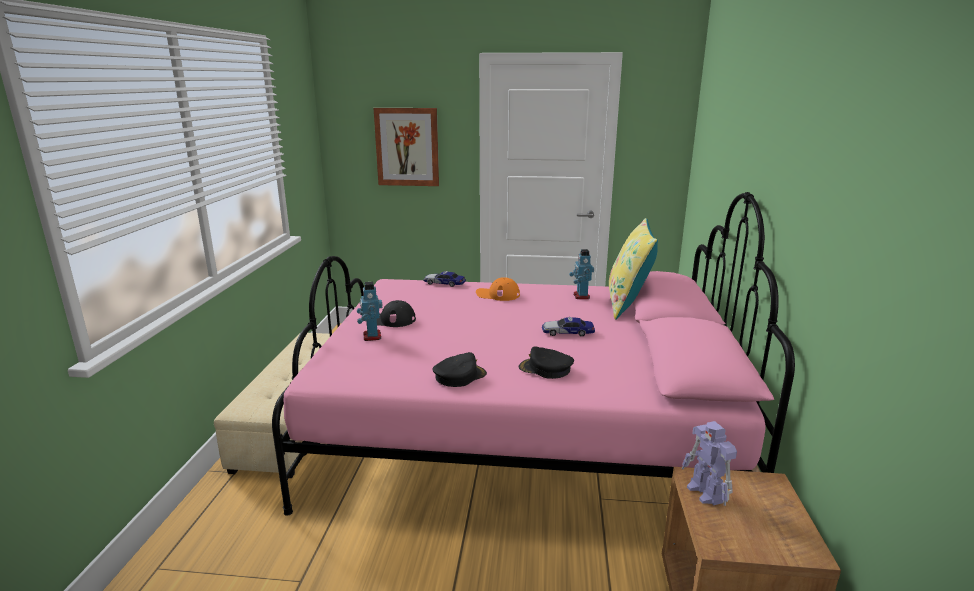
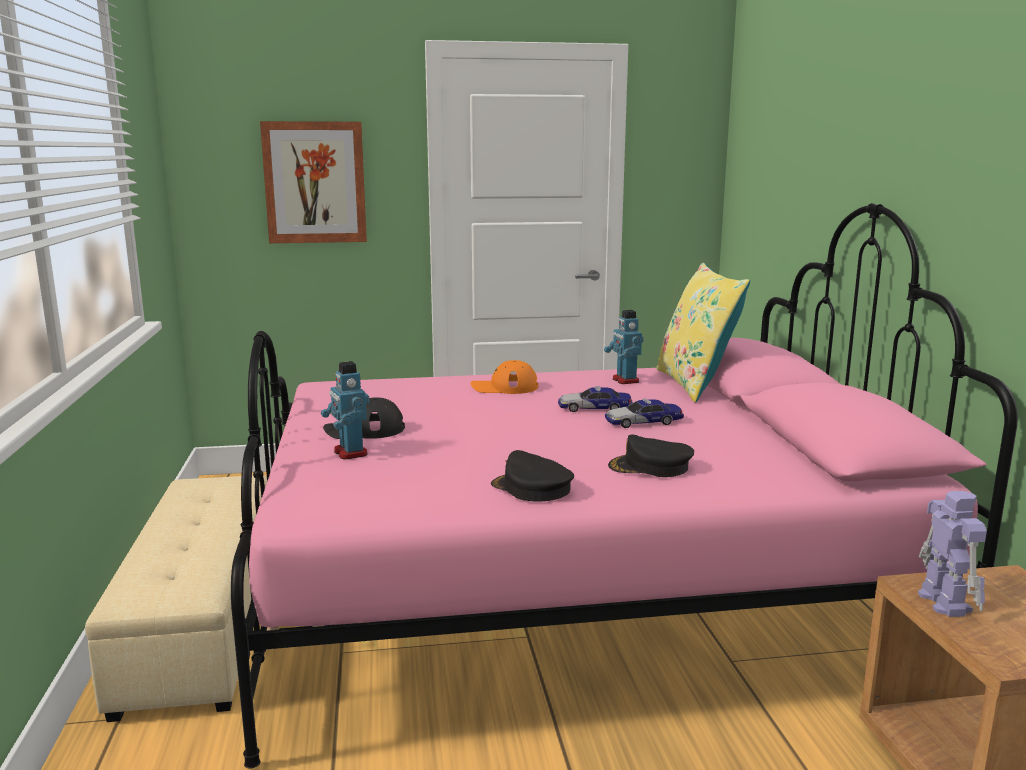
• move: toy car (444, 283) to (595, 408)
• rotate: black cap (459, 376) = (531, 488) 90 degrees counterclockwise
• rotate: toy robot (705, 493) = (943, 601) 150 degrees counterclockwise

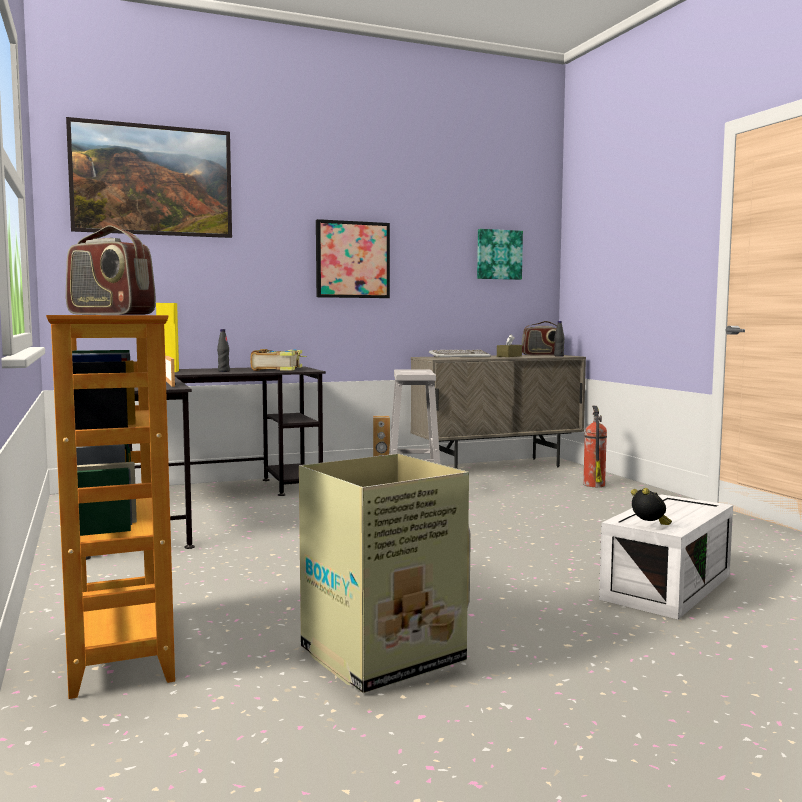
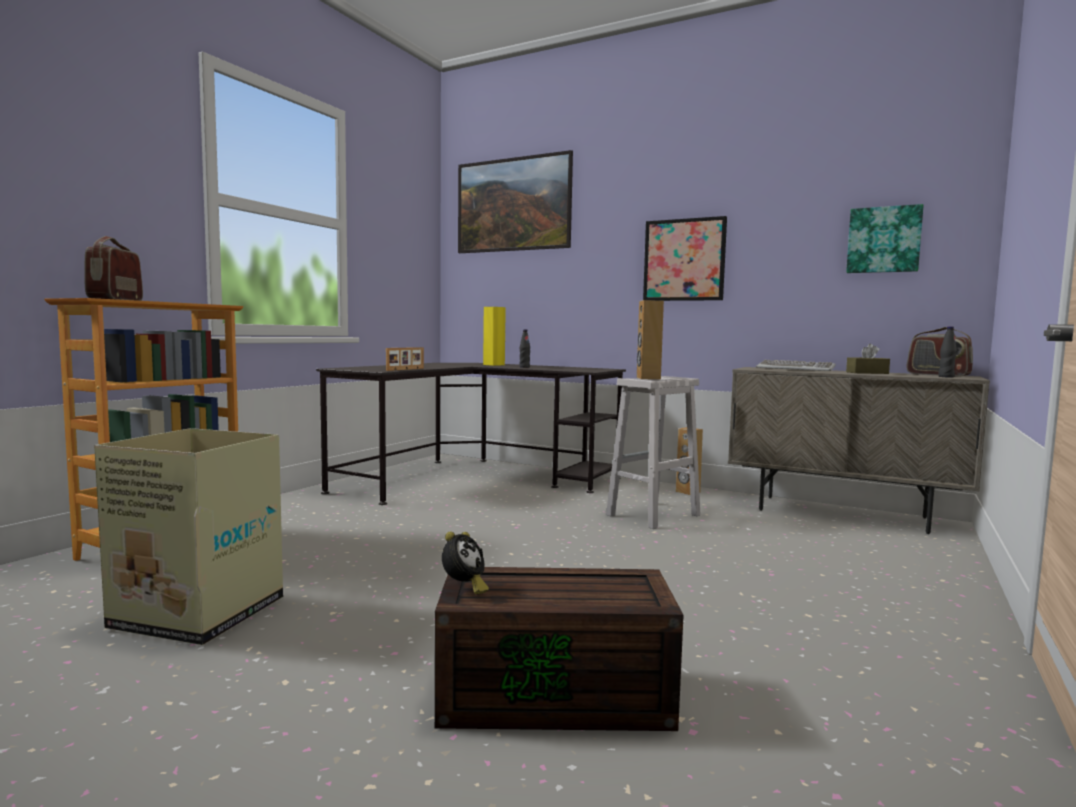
• delete: book (278, 369)
• delete: fire extinguisher (593, 484)
• recolor: white storage box (665, 586) to brown storage box (557, 693)
• insert: brown speaker (648, 378)

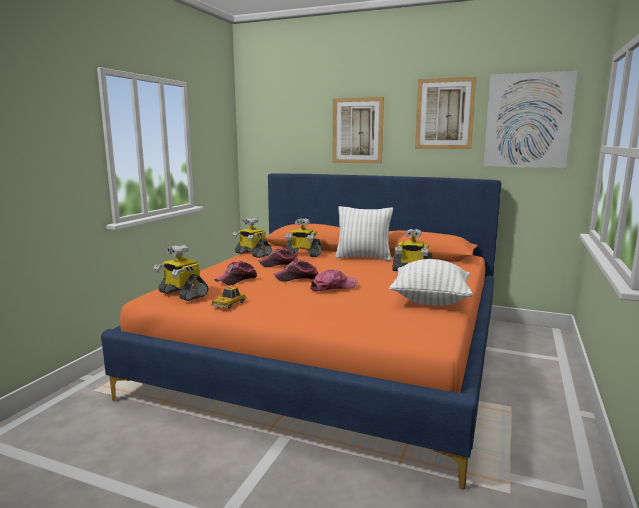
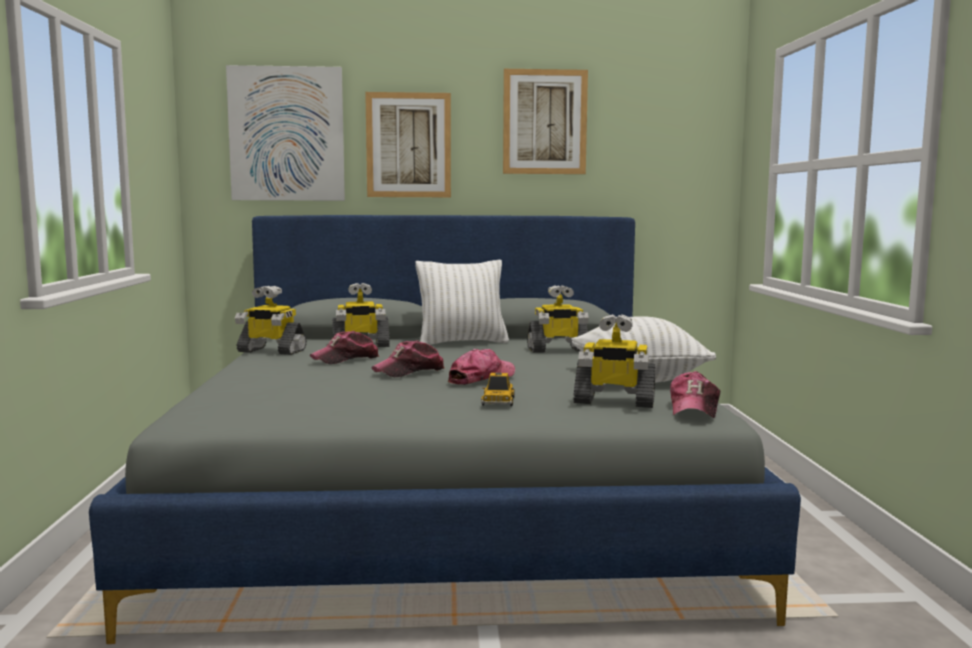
• recolor: orange bed (333, 354) to grey bed (449, 501)
• move: toy robot (182, 294) to (613, 401)
• move: toy car (229, 304) to (498, 401)
• move: cap (237, 280) to (694, 408)
• move: picture (527, 121) to (286, 134)

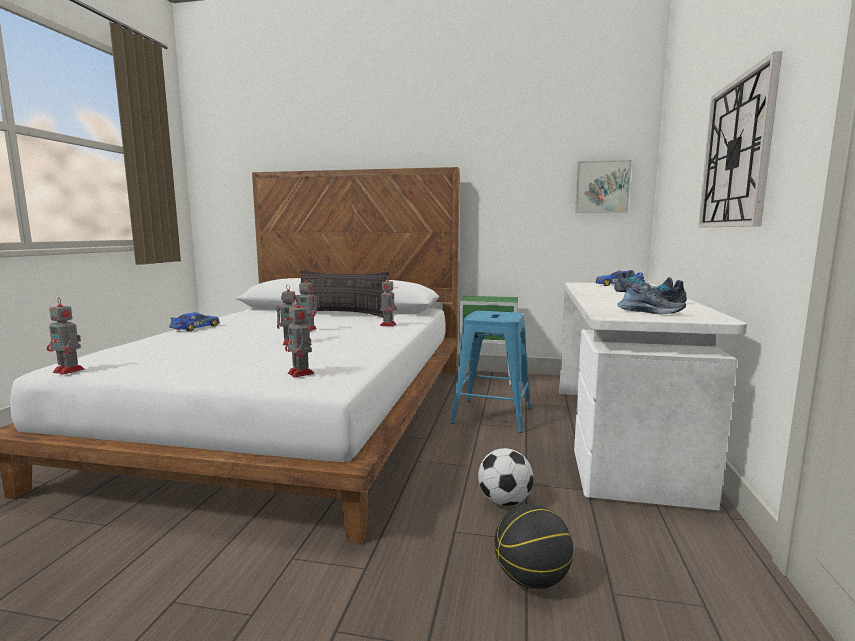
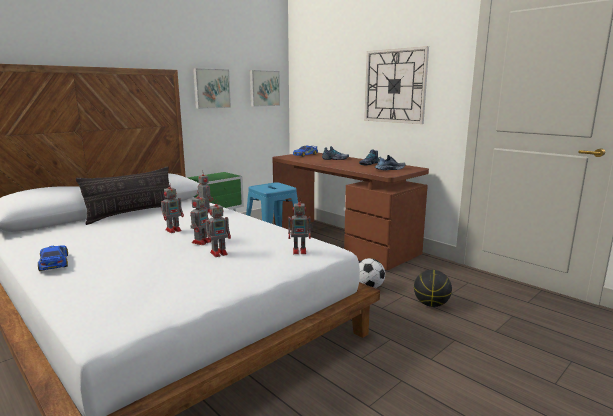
• move: toy robot (69, 371) to (219, 253)
• recolor: white desk (620, 436) to brown desk (342, 242)
• insert: picture (211, 88)

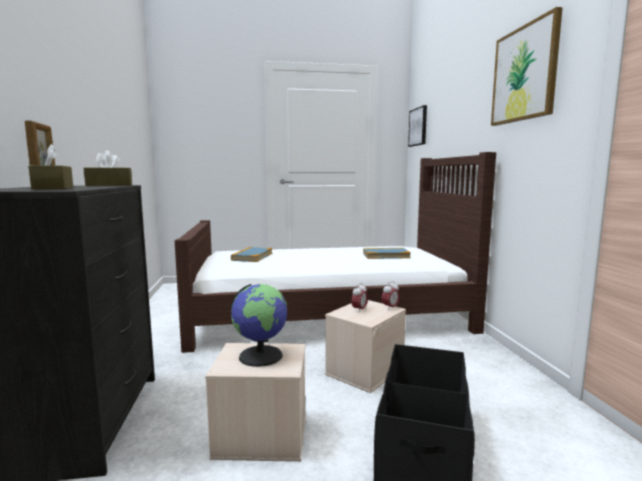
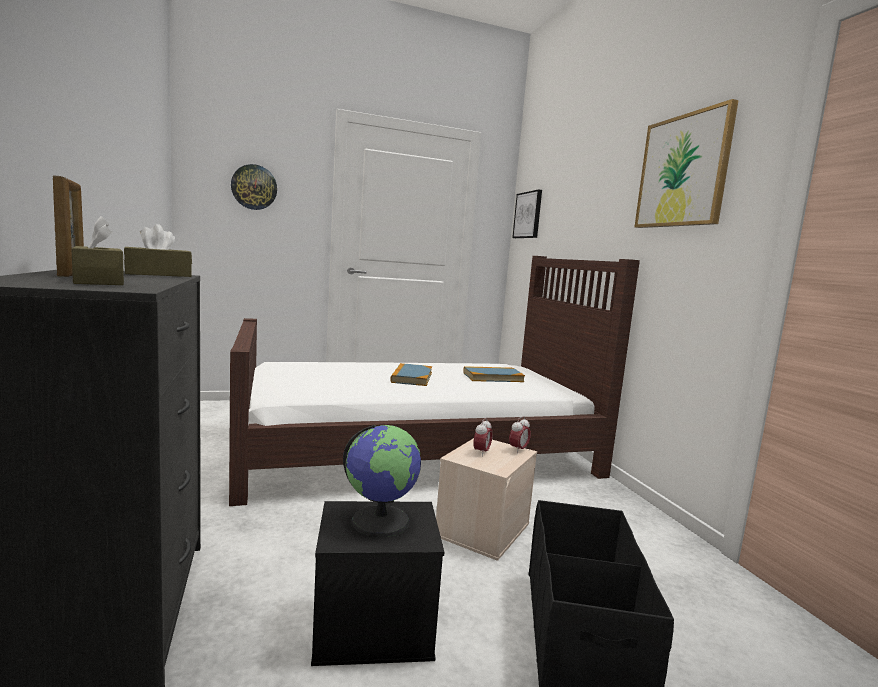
• recolor: beige storage box (260, 436) to black storage box (371, 628)
• move: book (252, 256) to (411, 377)
• insert: wall clock (254, 187)

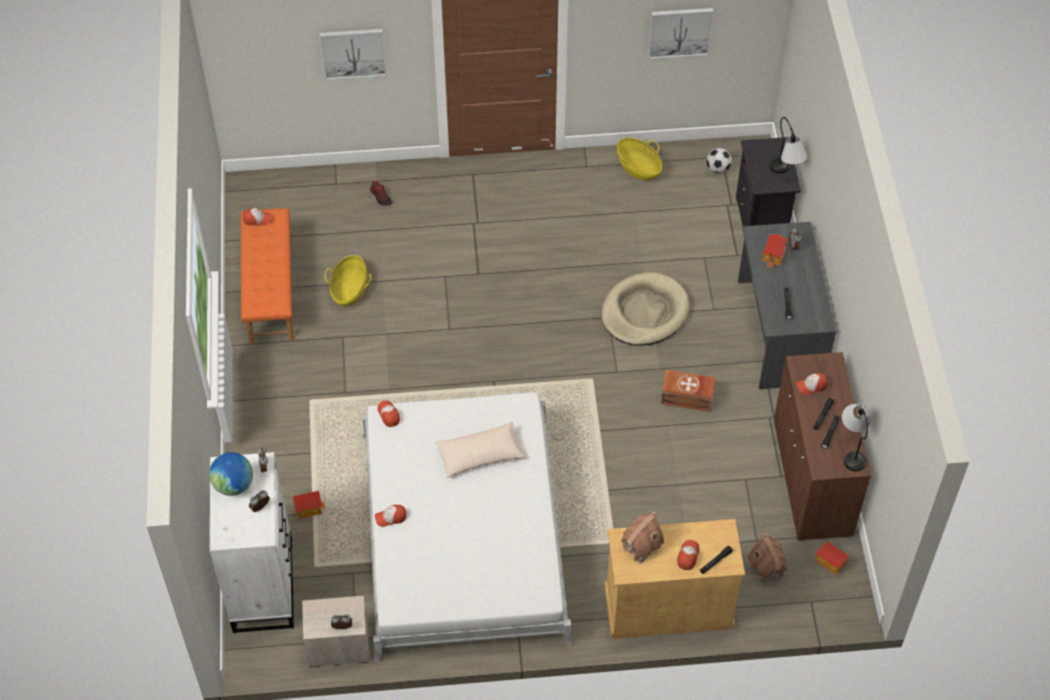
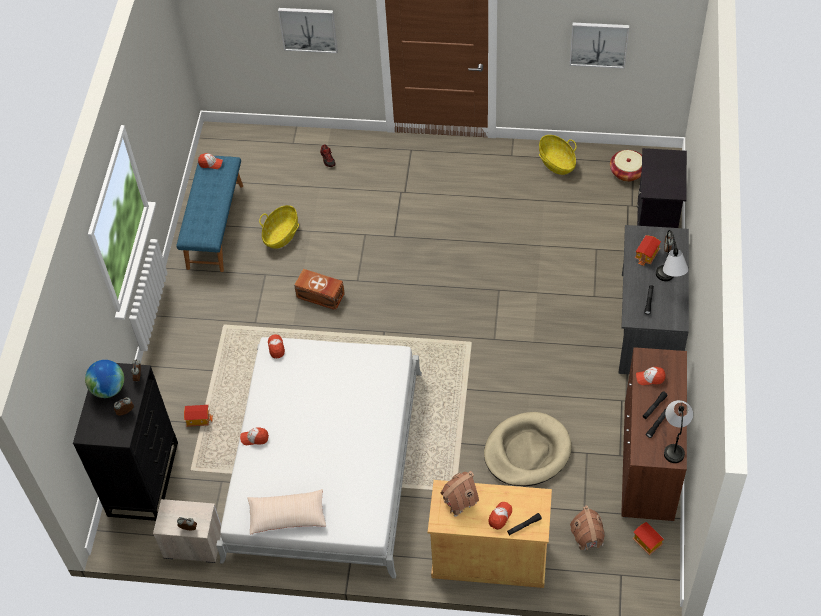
• recolor: white dresser (263, 584) to black dresser (143, 478)
• recolor: orange bench (270, 290) to blue bench (214, 226)
• move: beige pillow (480, 454) to (287, 516)
• move: beige dog bed (644, 312) to (527, 451)
• move: brown storage box (687, 398) to (320, 296)
• replace: football (718, 168) to basket (627, 172)
• move: table lamp (785, 175) to (668, 284)

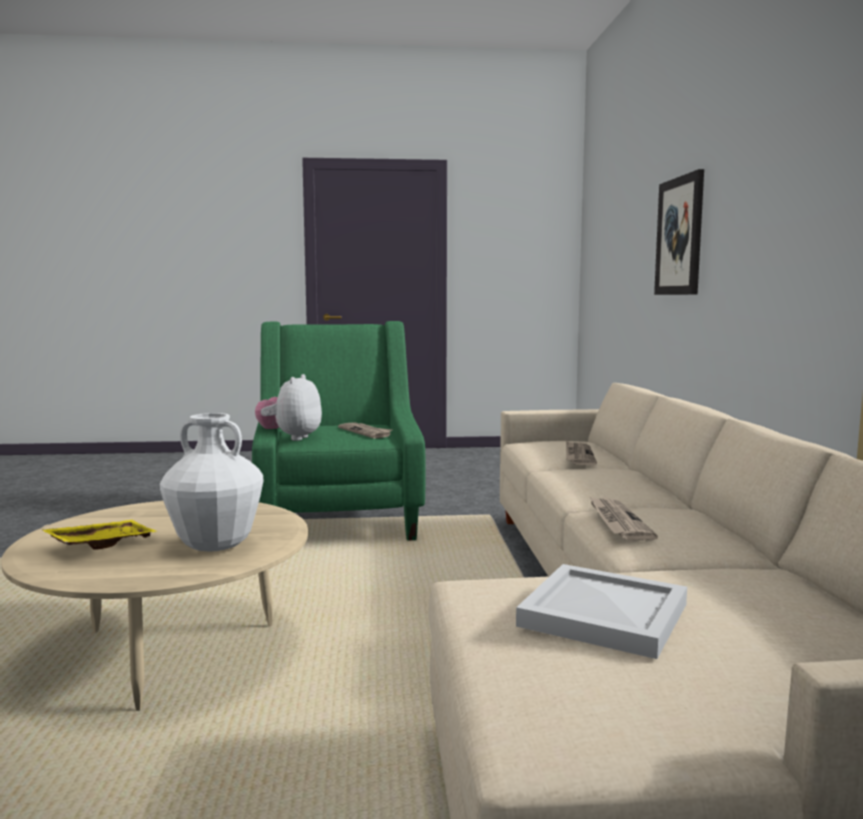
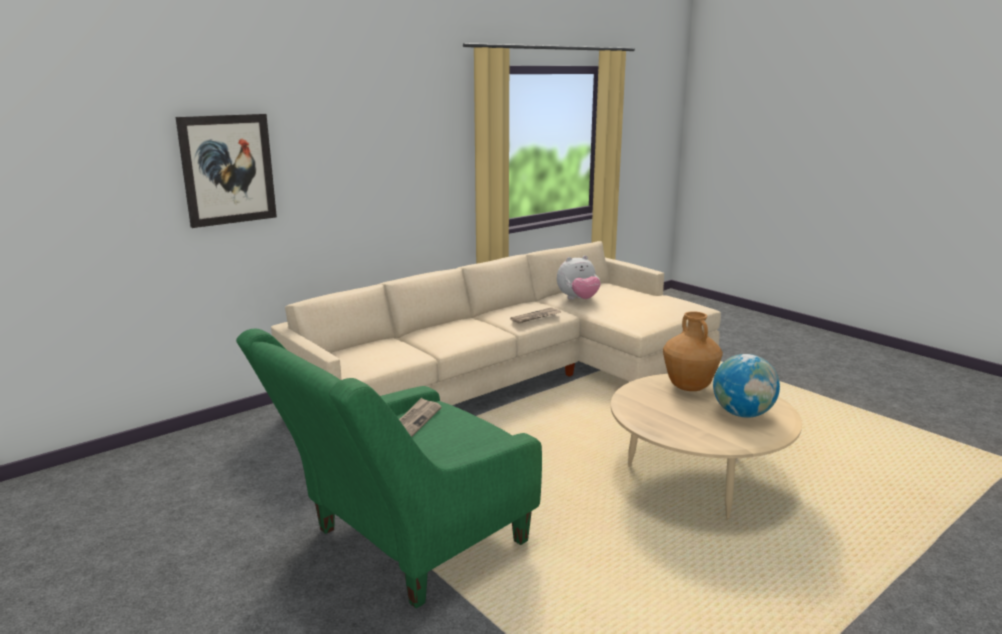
• replace: yellow tray (101, 544) to globe (742, 414)
• recolor: white vase (216, 547) to brown vase (688, 387)
• move: plush toy (291, 438) to (578, 299)
• delete: white tray (605, 616)
• delete: newspaper (578, 456)

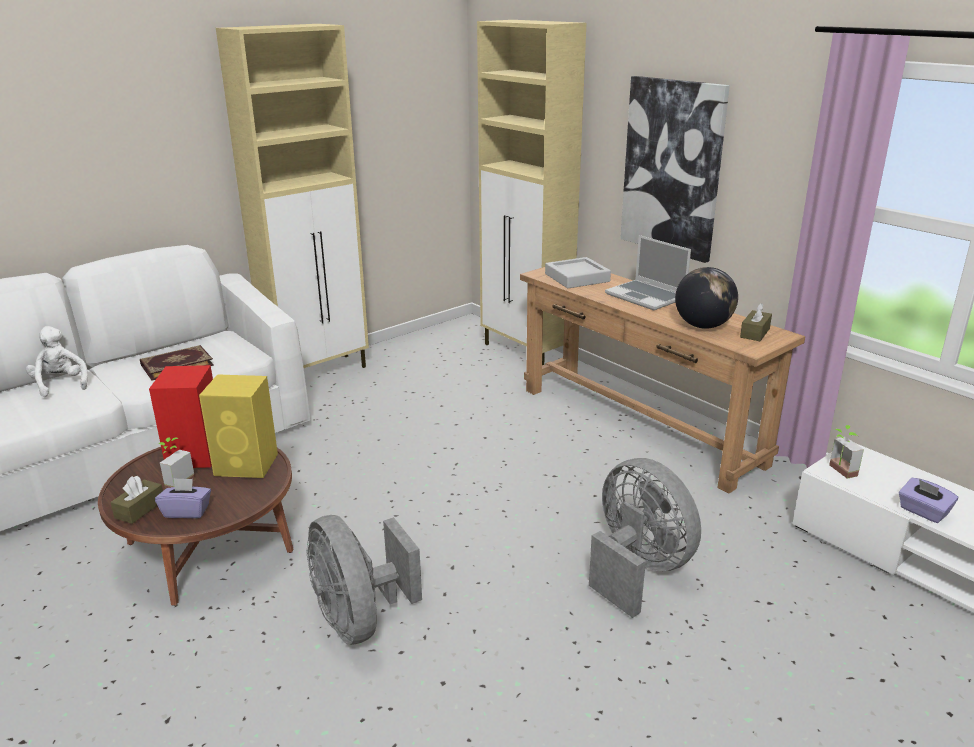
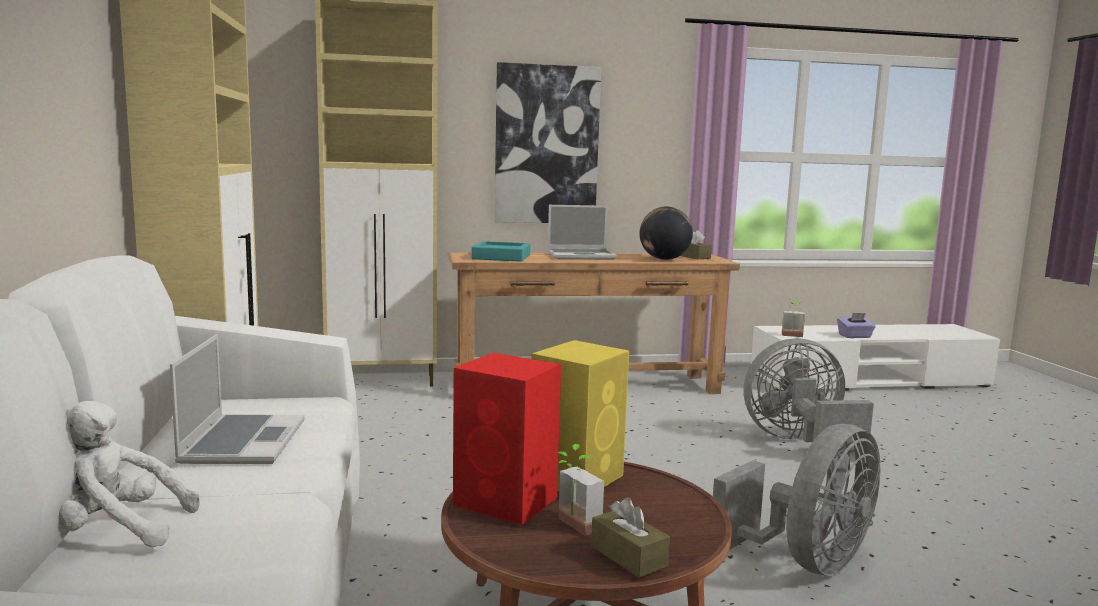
• replace: book (176, 364) to laptop (242, 441)
• delete: purple tissue box (187, 511)
• rotate: grey fan (360, 619) = (807, 563) 45 degrees counterclockwise
• recolor: grey tray (577, 278) to turquoise tray (501, 257)

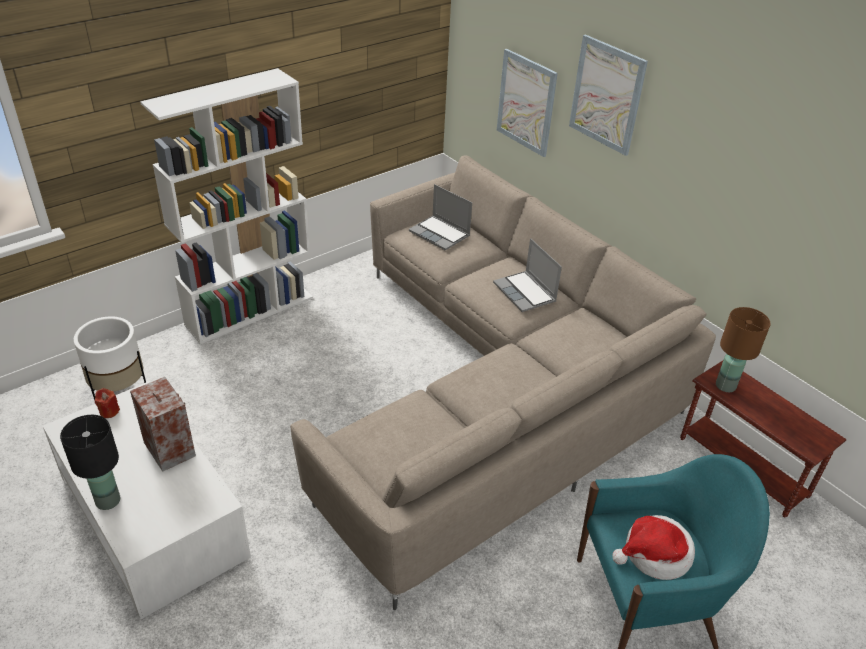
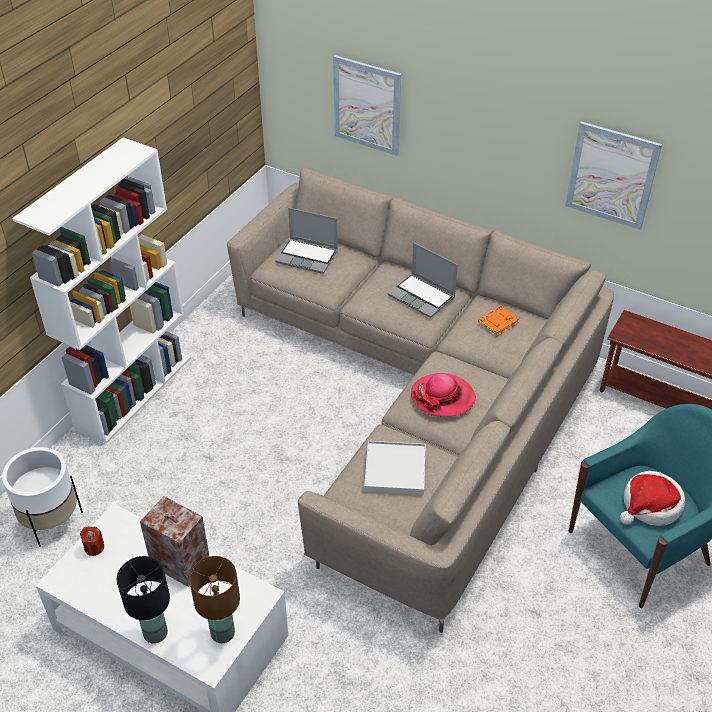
• move: picture (607, 95) to (612, 175)
• move: brown table lamp (725, 386) to (223, 633)
• insert: white tray (395, 470)
• insert: hat (442, 397)
• insert: orange book (497, 323)

